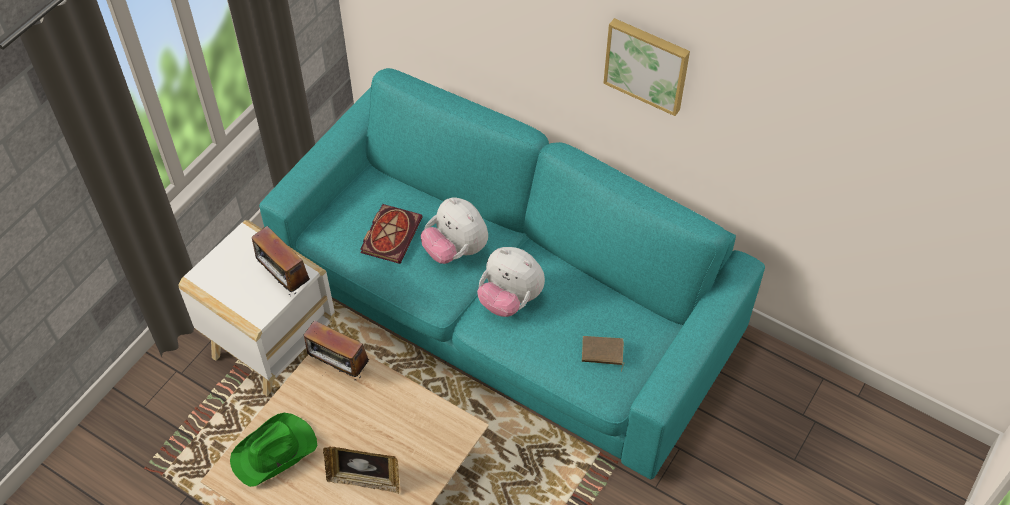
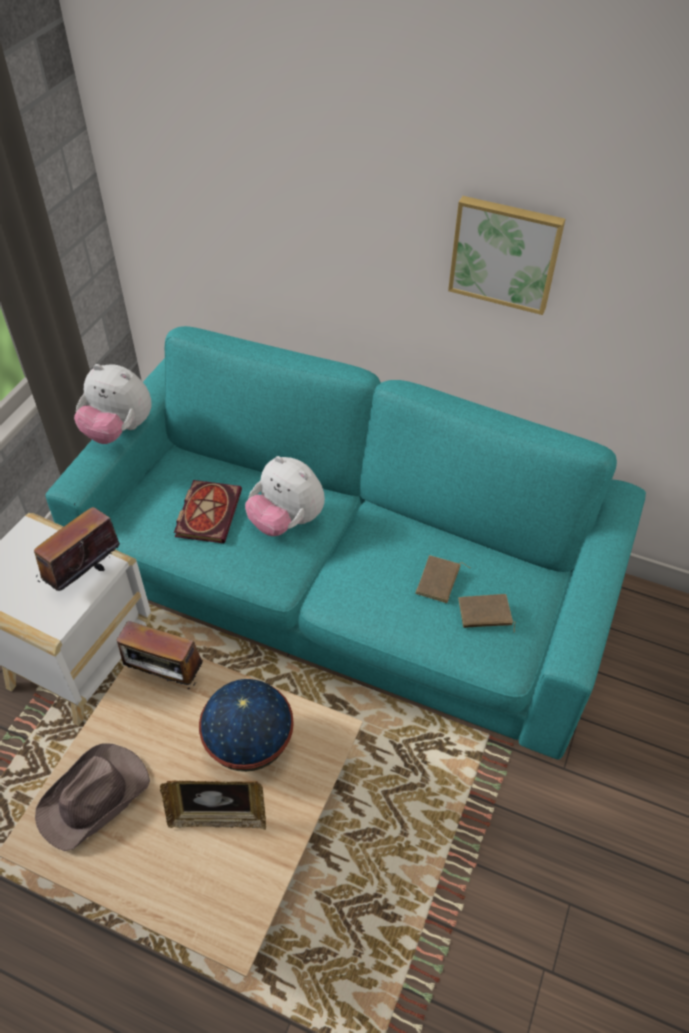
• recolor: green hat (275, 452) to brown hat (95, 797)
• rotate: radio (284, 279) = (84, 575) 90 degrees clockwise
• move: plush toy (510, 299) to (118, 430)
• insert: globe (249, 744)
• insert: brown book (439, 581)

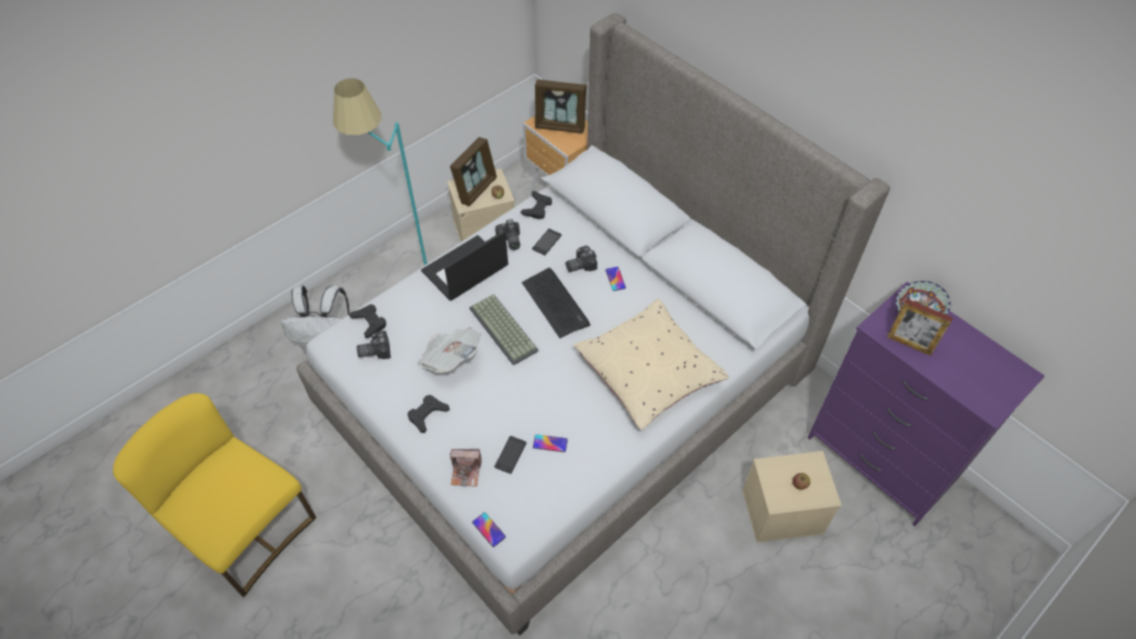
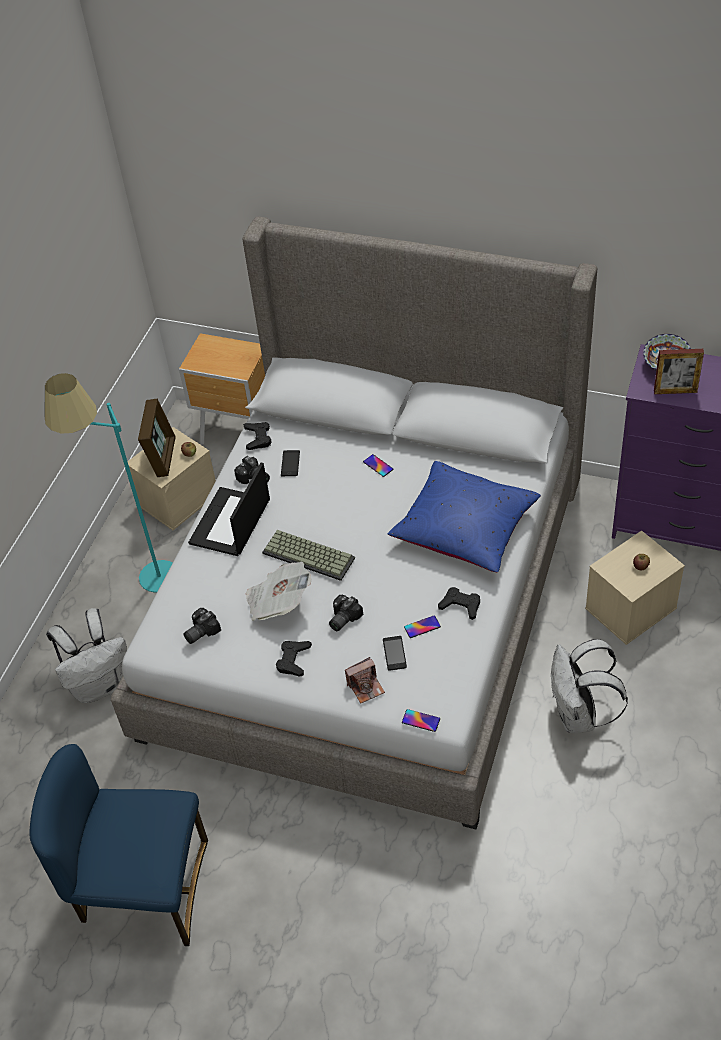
• recolor: yellow chair (246, 529) to blue chair (143, 888)
• move: black game controller (369, 322) to (460, 605)
• delete: keyboard (555, 303)
• delete: picture frame (560, 126)
• move: photo camera (579, 265) to (342, 618)
• recolor: beige pillow (648, 372) to blue pillow (464, 528)
• insert: white backpack (579, 715)

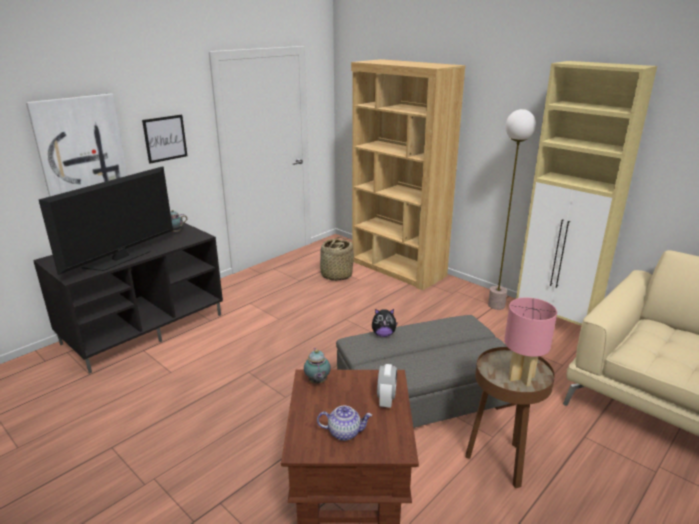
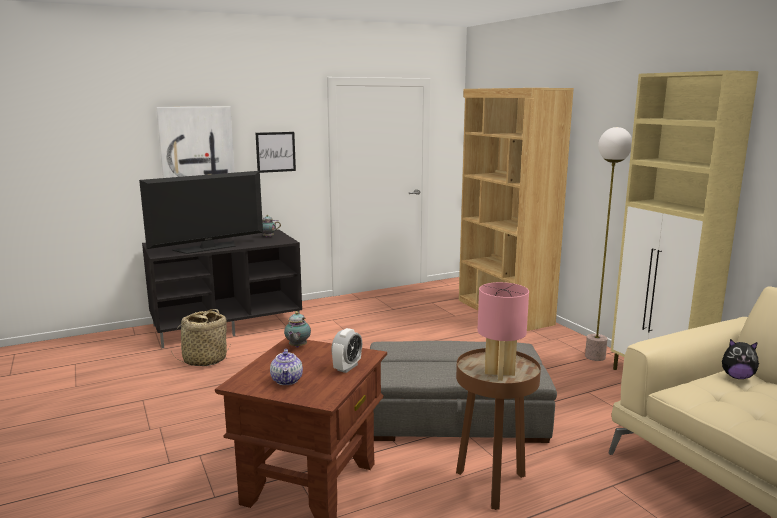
• rotate: teapot (344, 432) = (287, 380) 60 degrees clockwise
• move: basket (336, 275) to (204, 360)
• move: plush toy (383, 334) to (737, 377)

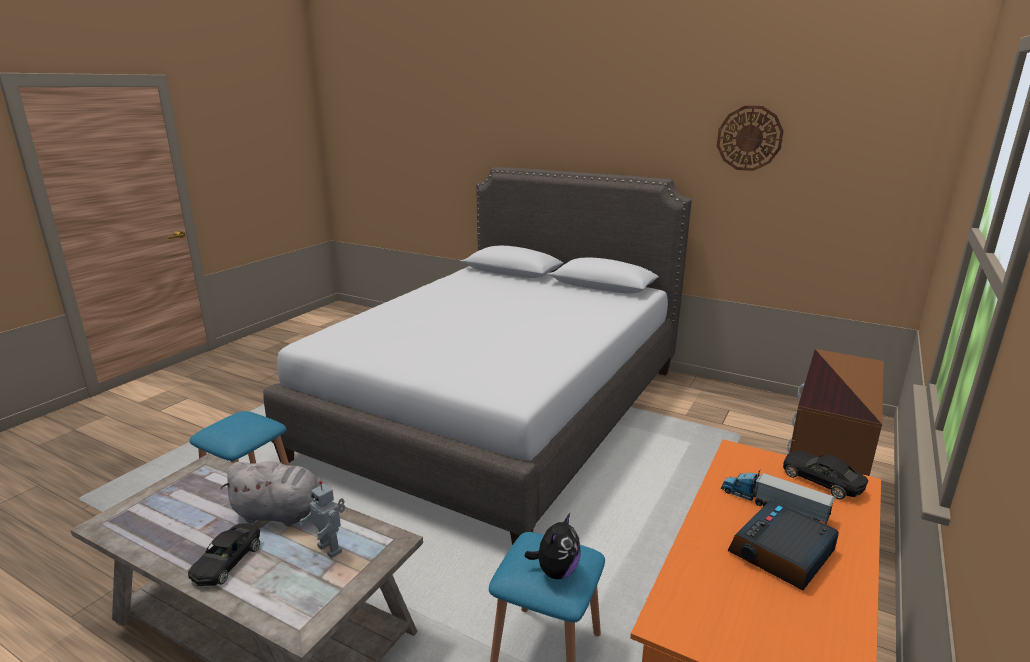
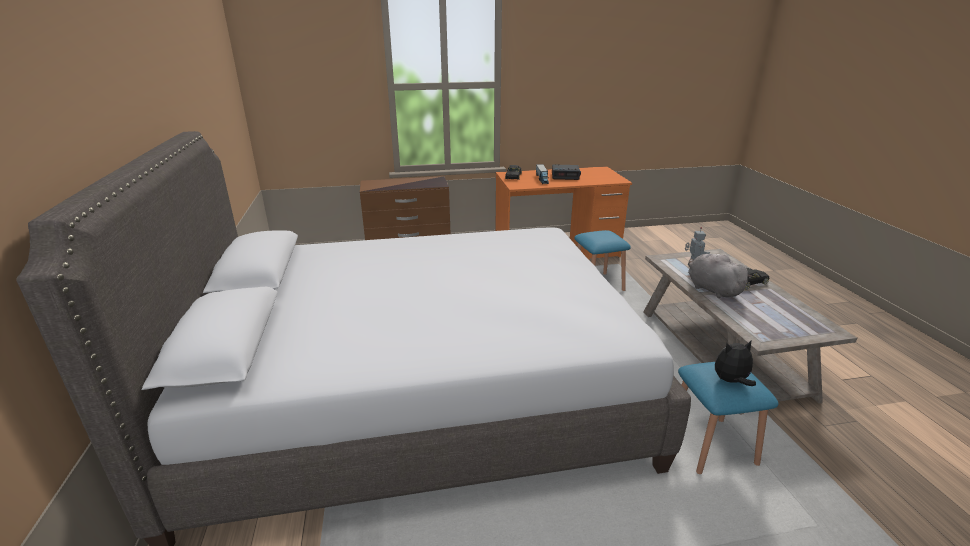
• move: plush toy (556, 571) to (731, 381)
• delete: wall clock (749, 138)

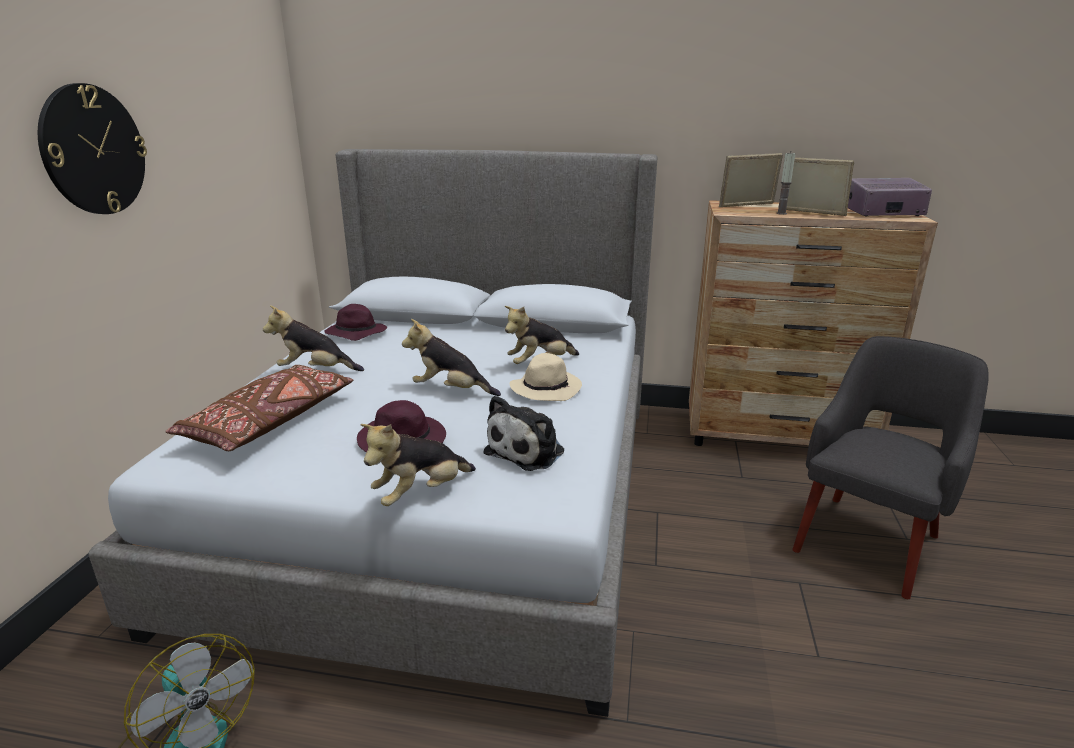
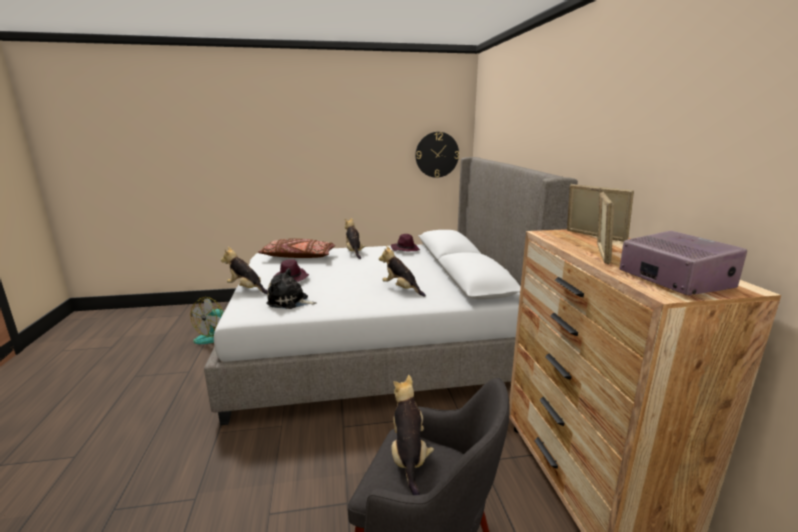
• move: wall clock (93, 150) to (437, 154)
• move: plush toy (451, 390) to (409, 457)
• delete: beige hat (546, 388)
• delete: candle (781, 213)

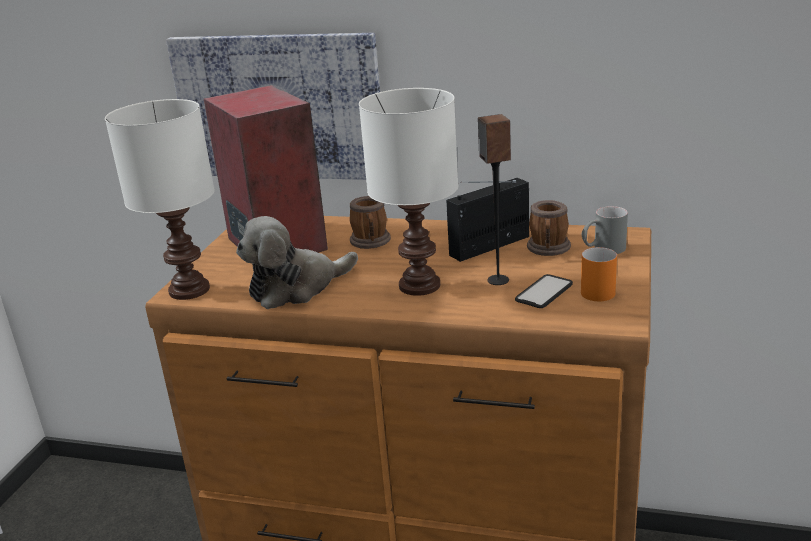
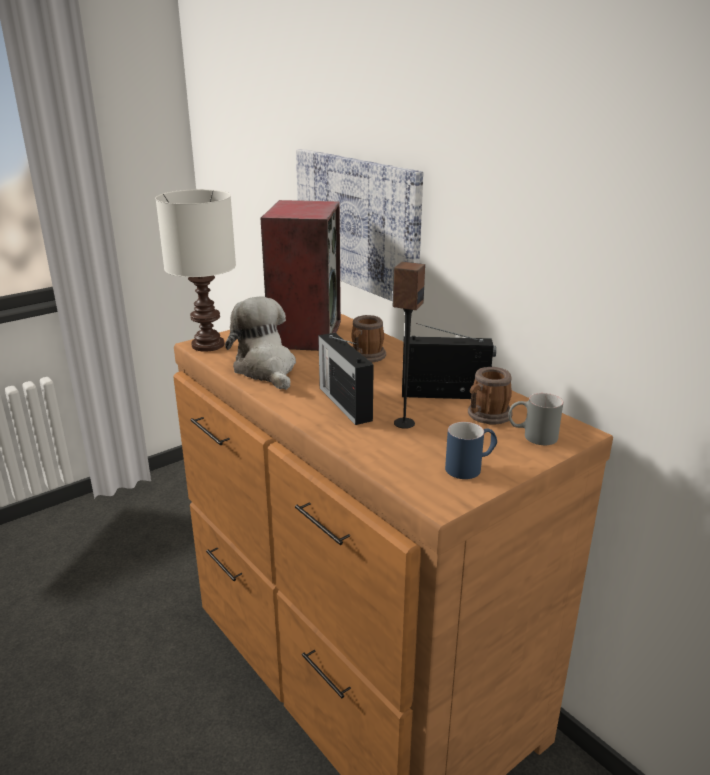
• rotate: plush toy (296, 288) = (266, 369) 60 degrees clockwise
• replace: white table lamp (421, 285) to radio (344, 403)
• delete: phone (544, 292)
• recolor: orange mug (600, 289) to blue mug (470, 467)

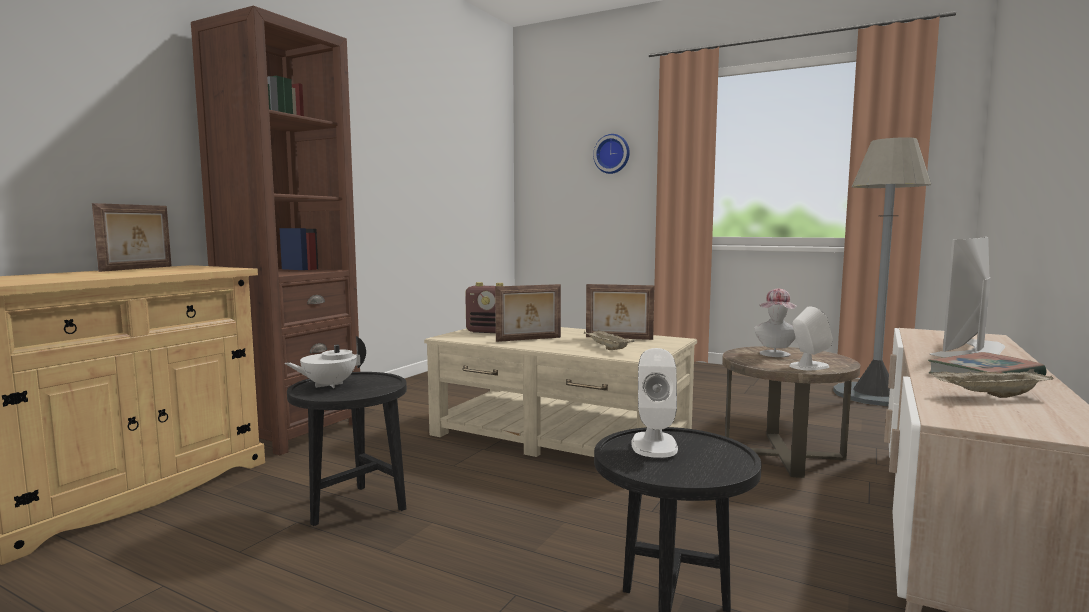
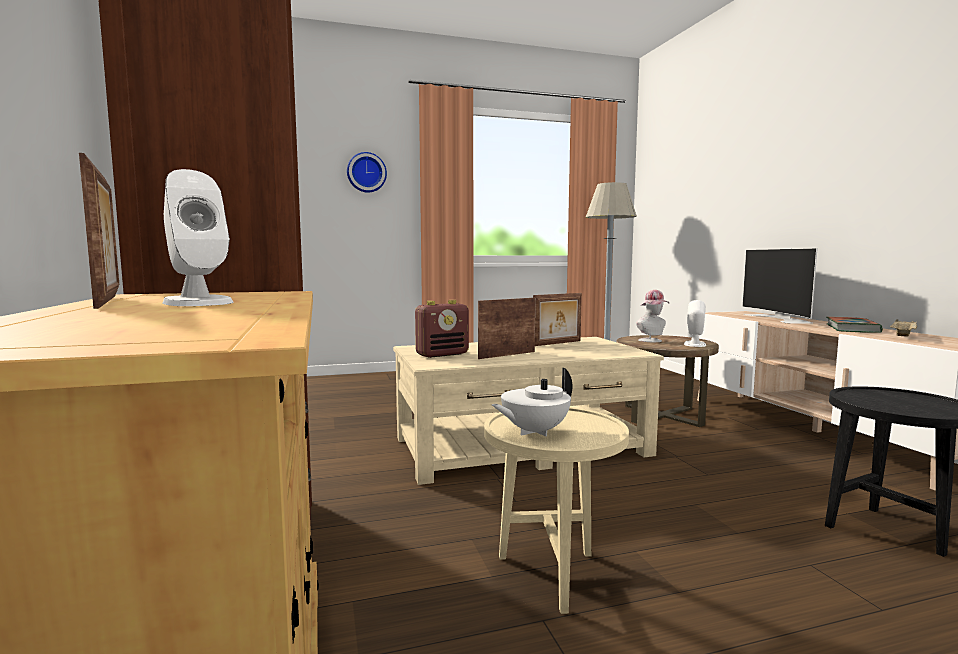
• rotate: white teapot (329, 385) = (533, 432) 45 degrees clockwise
• recolor: black side table (353, 509) to beige side table (552, 577)
• rotate: picture frame (529, 339) = (506, 355) 150 degrees counterclockwise
• delete: beige tray (607, 348)
• move: white speaker (654, 444) to (197, 302)

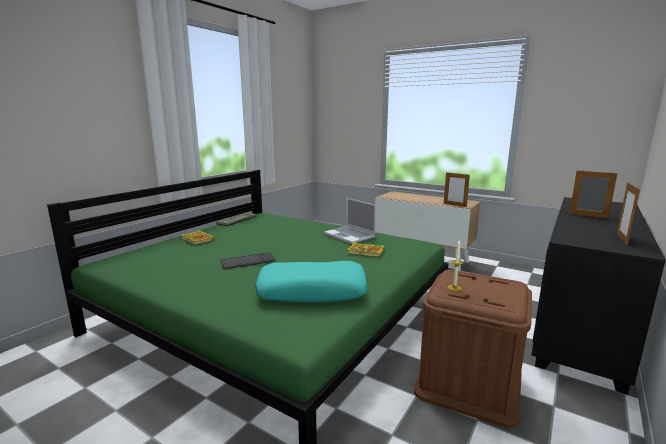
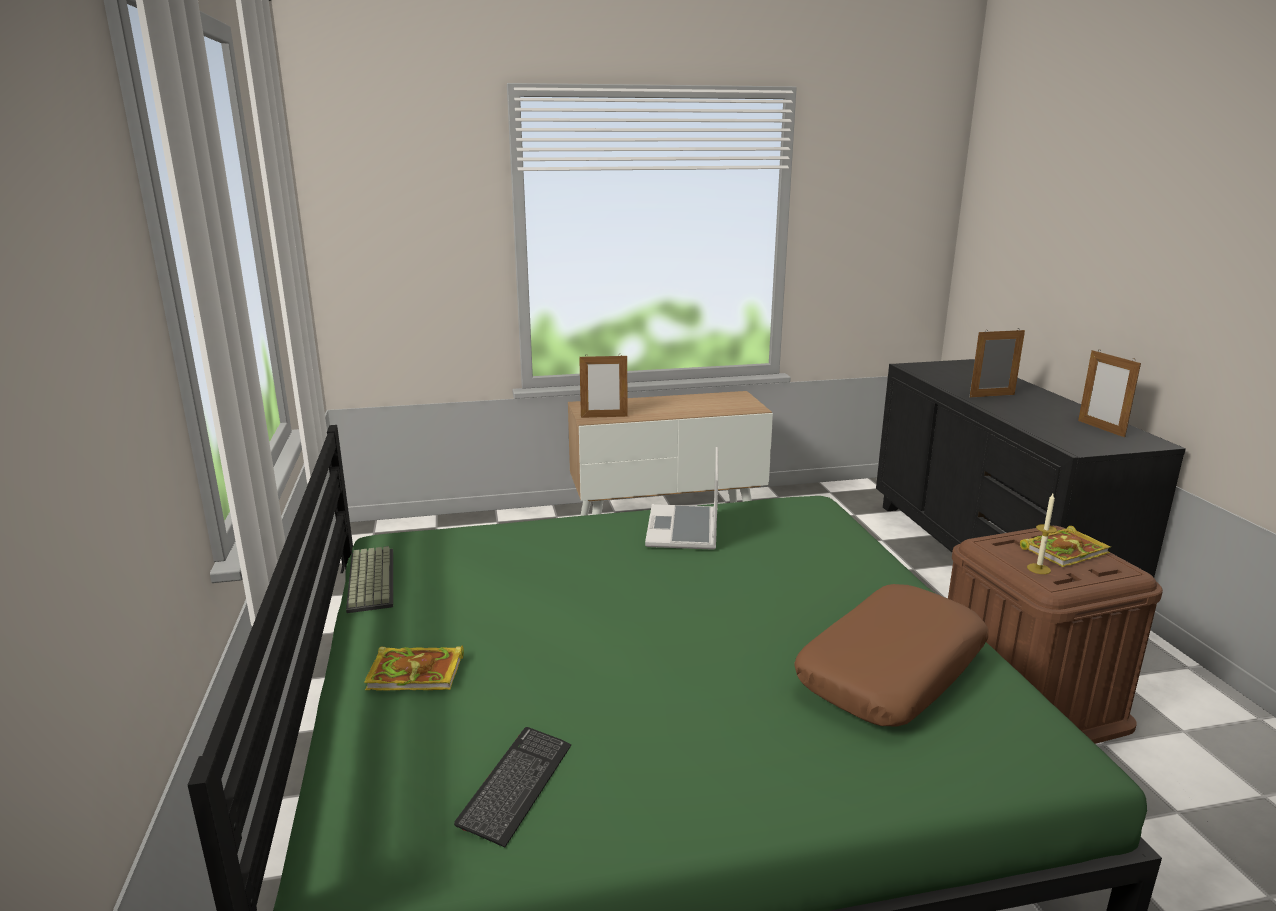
• move: keyboard (248, 262) to (516, 786)
• recolor: turquoise pillow (312, 291) to brown pillow (890, 670)
• rotate: laptop (350, 236) = (684, 530) 90 degrees clockwise
• move: book (367, 251) to (1065, 550)
• move: picture frame (454, 205) to (604, 417)

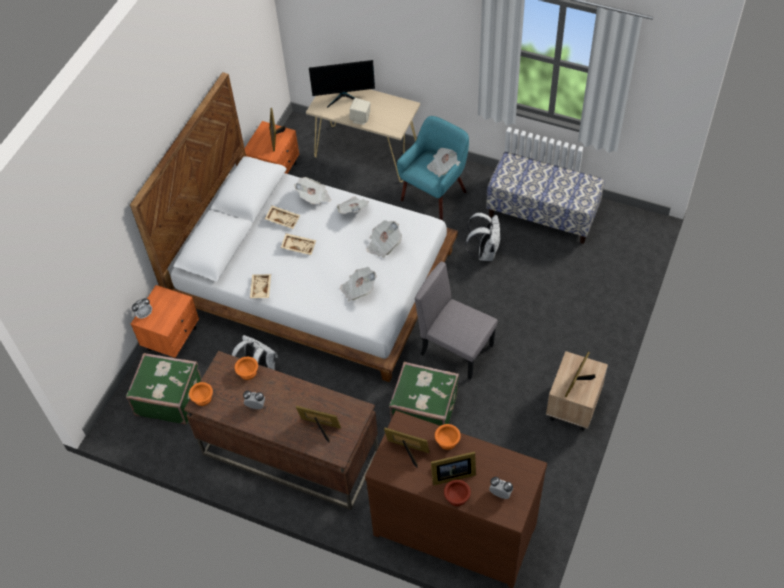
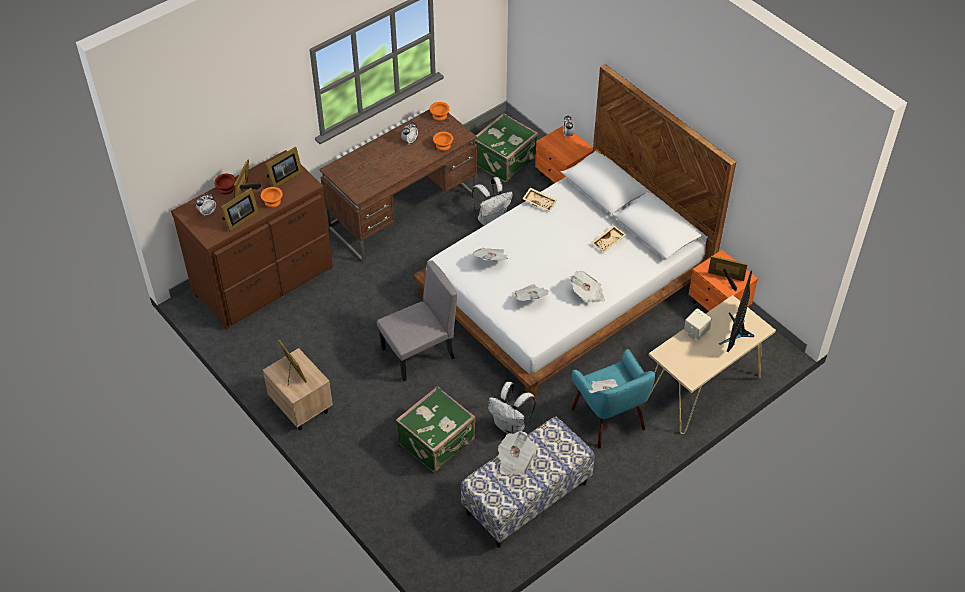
• delete: beige tray (299, 246)
• move: newspaper (314, 197) to (514, 460)
• move: picture frame (320, 428) to (240, 220)
• move: green suitcase (424, 408) to (438, 442)

